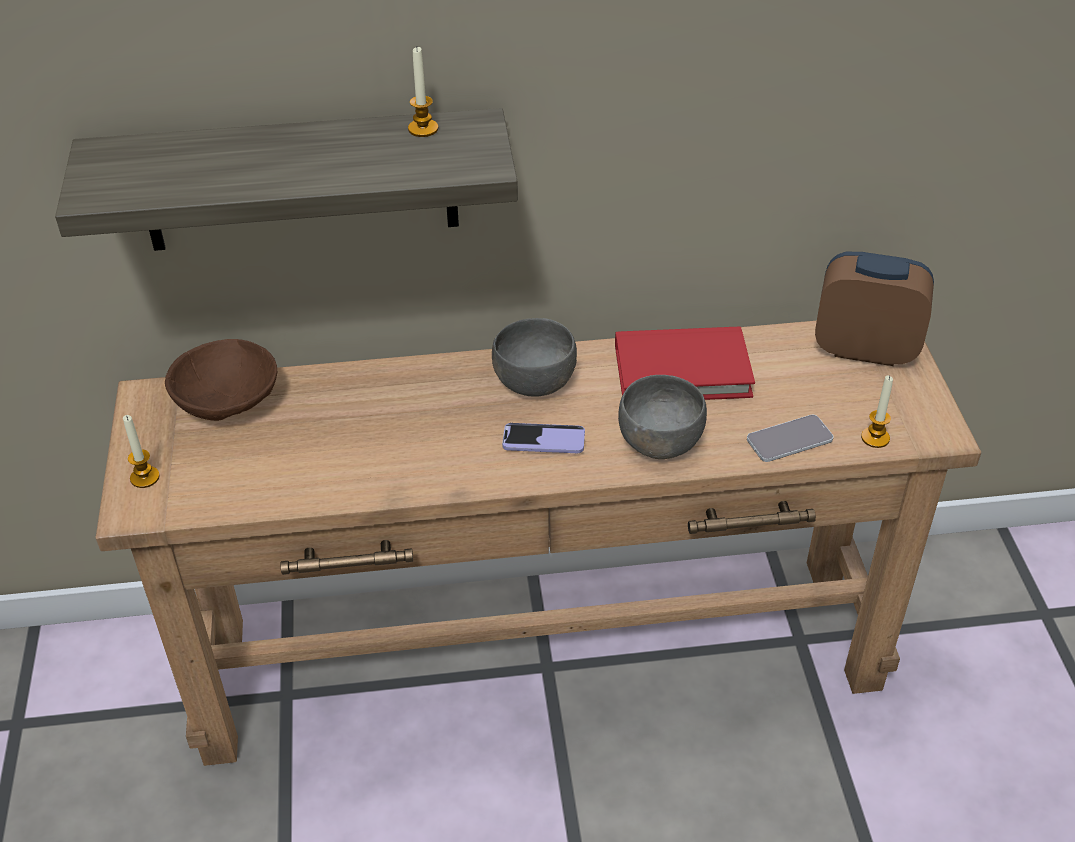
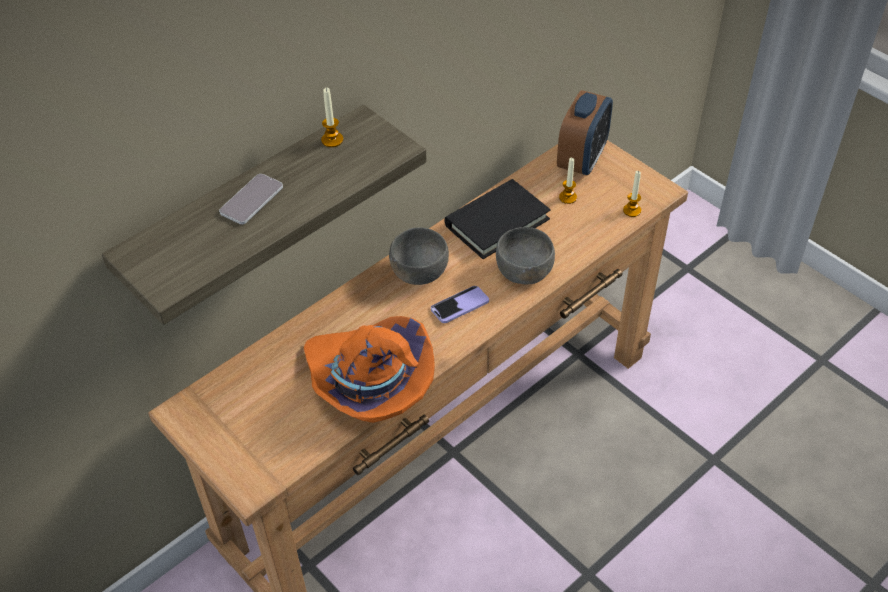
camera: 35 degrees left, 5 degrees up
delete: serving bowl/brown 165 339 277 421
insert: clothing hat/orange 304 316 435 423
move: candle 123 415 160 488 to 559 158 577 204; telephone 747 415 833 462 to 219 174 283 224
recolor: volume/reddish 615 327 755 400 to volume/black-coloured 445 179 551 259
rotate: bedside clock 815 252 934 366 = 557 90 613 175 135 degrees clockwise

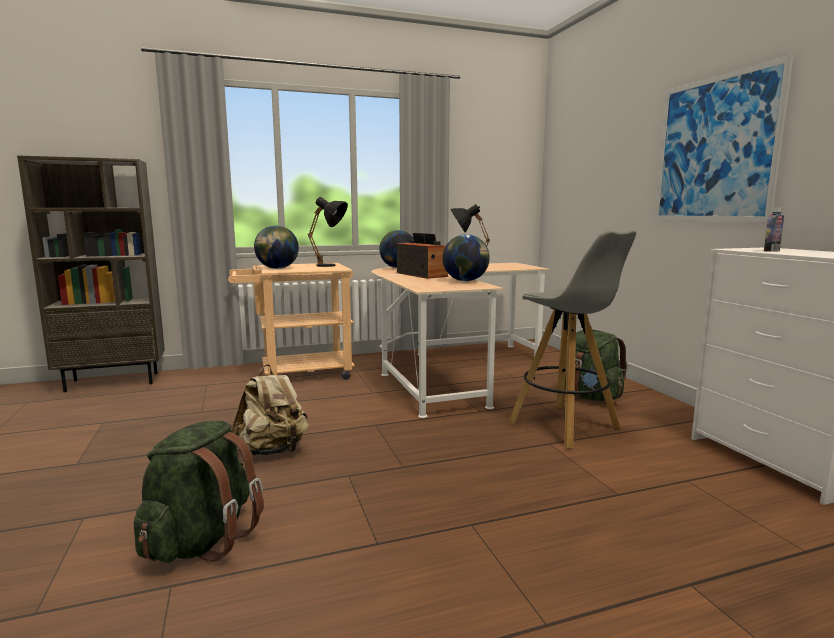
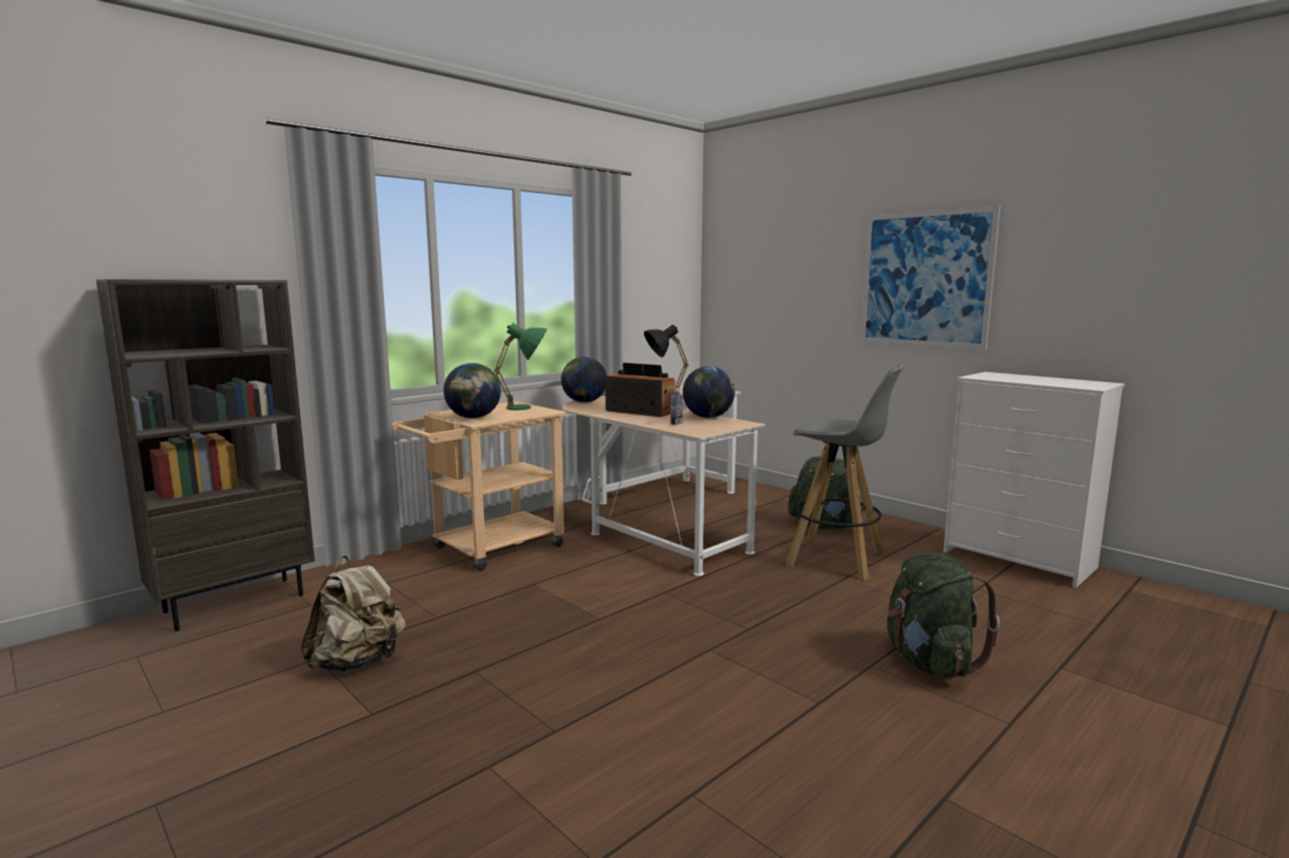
camera: 25 degrees left, 0 degrees up
move: beverage bottle 764 207 784 252 to 671 388 683 425; backpack/sand-coloured 232 364 309 455 to 301 556 405 671; backpack/greenish 134 421 264 563 to 887 552 1000 678
recolor: tabletop lamp/black-coloured 308 197 348 267 to tabletop lamp/greenish 494 323 547 410

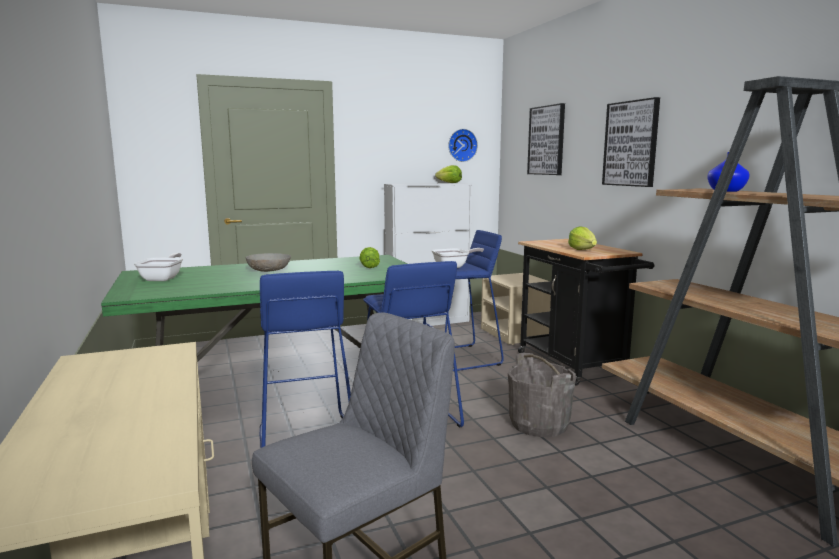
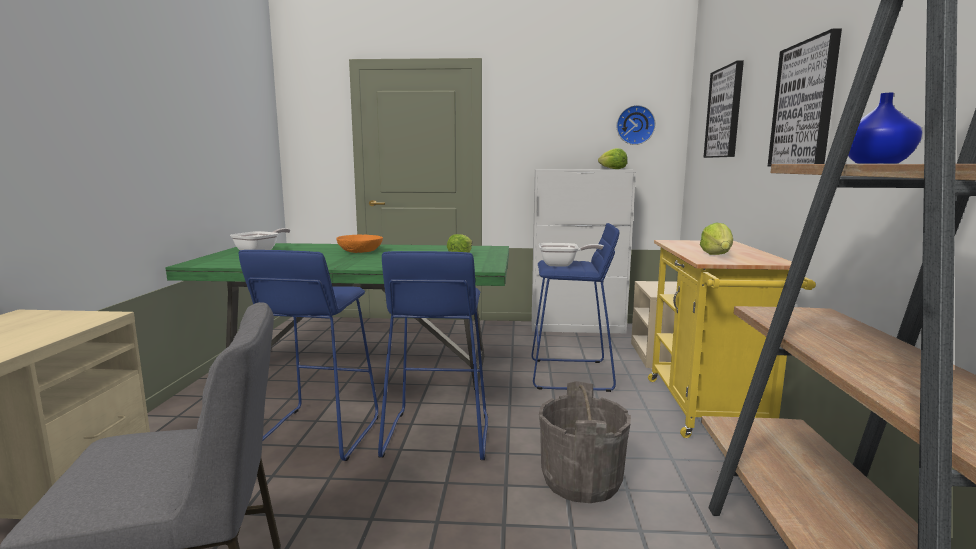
camera: 25 degrees right, 0 degrees up
recolor: cart/black-coloured 518 239 654 386 to cart/yellowish 648 240 816 438; serving bowl/grey 246 253 291 272 to serving bowl/orange 336 235 383 253

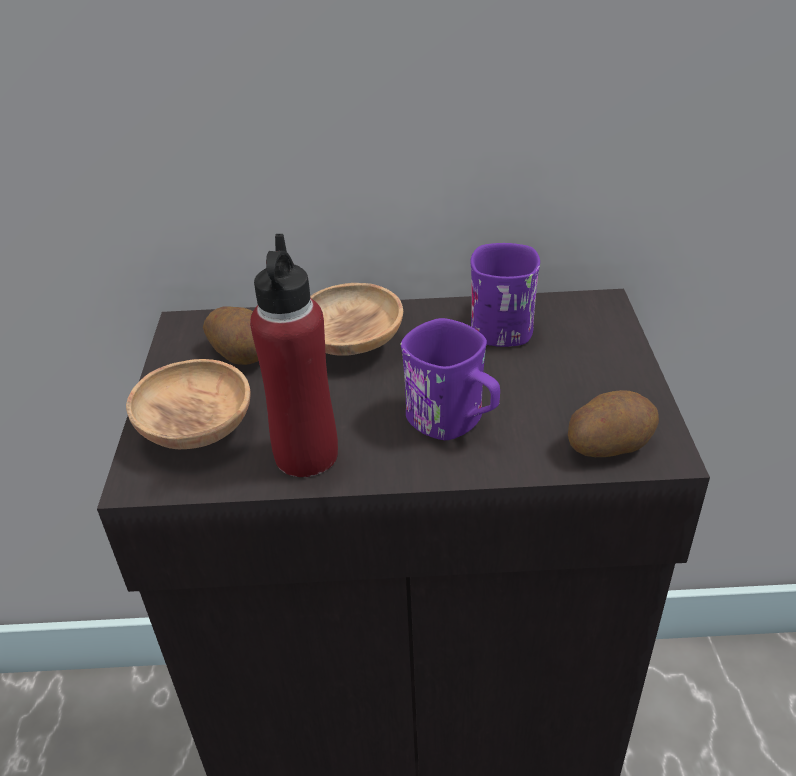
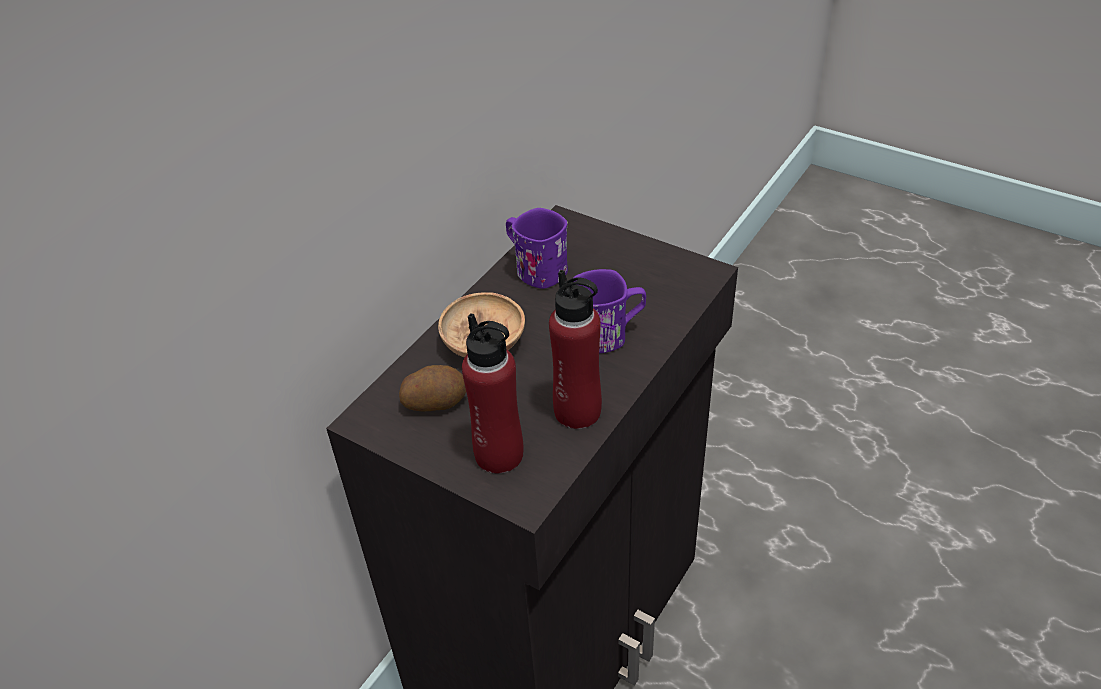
camera: 55 degrees left, 5 degrees up
delete: whole potato 568 390 659 457
replace: serving bowl/brown 126 359 250 449 to beverage bottle/reddish 462 313 523 474

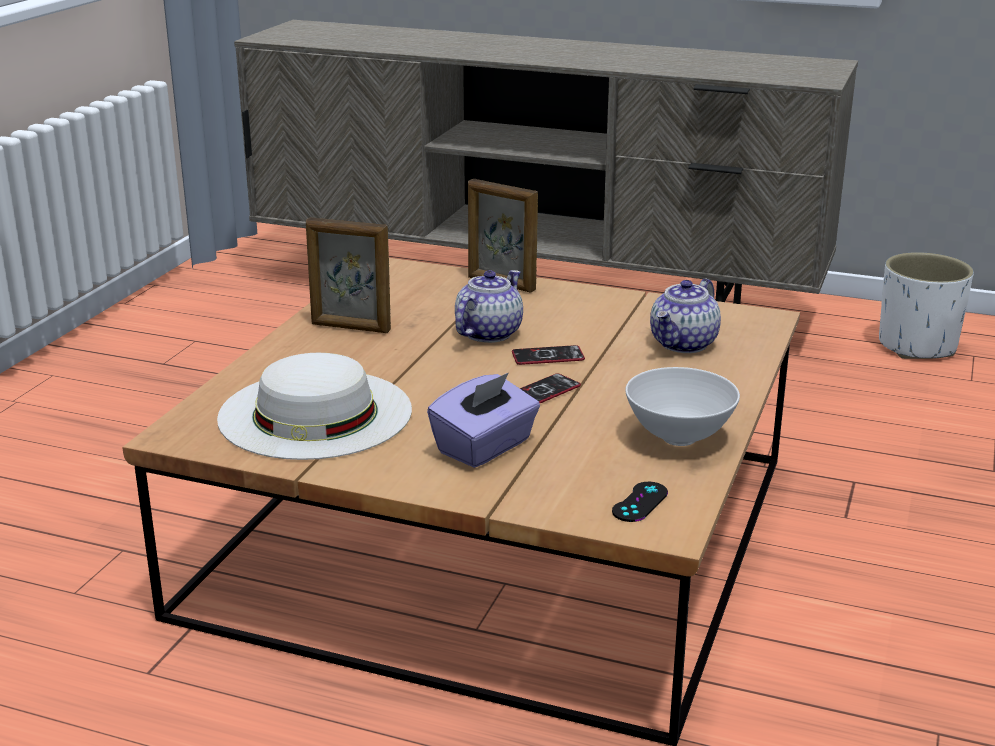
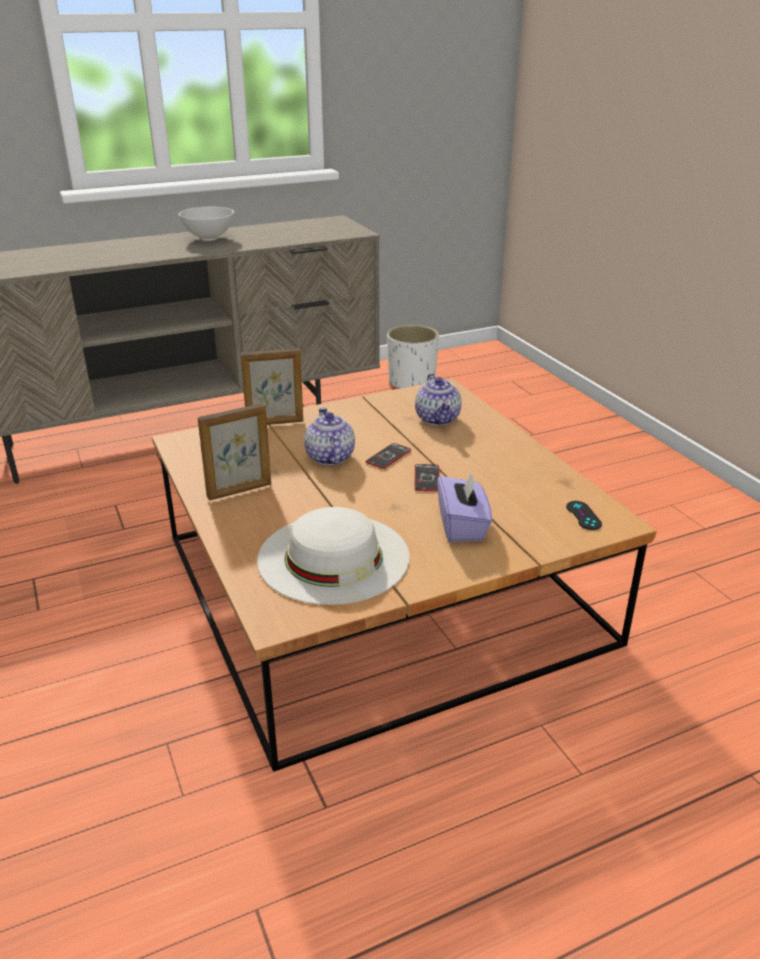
camera: 45 degrees left, 5 degrees up
move: serving bowl/white 625 367 740 446 to 179 207 234 241

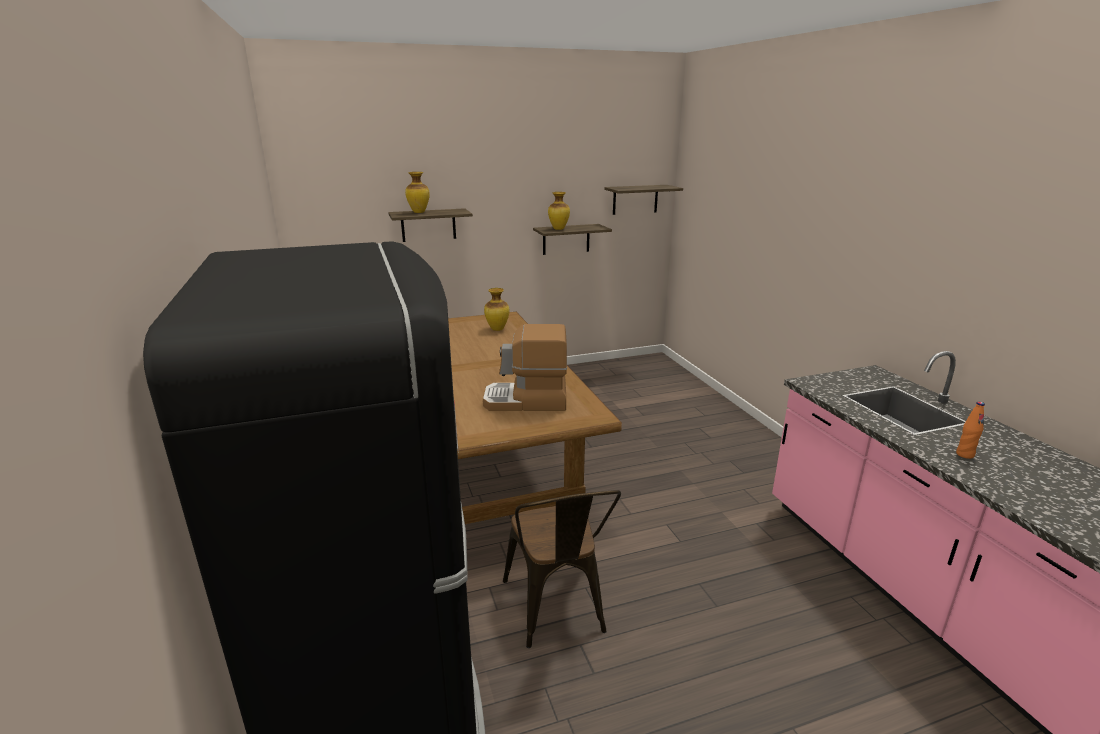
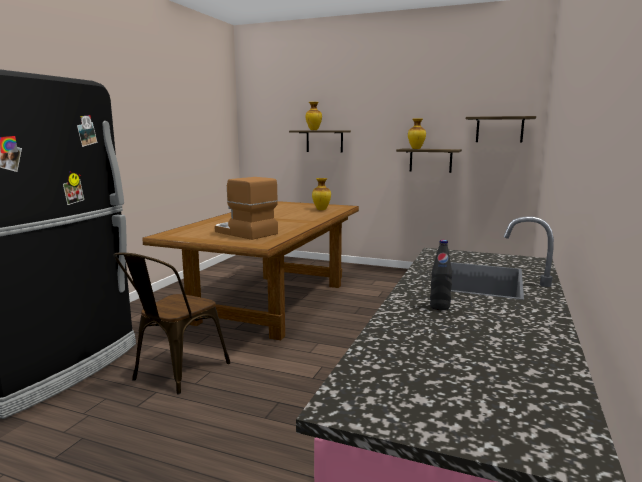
camera: 40 degrees right, 10 degrees down
recolor: beverage bottle/orange 956 402 985 459 to beverage bottle/black-coloured 430 240 452 310

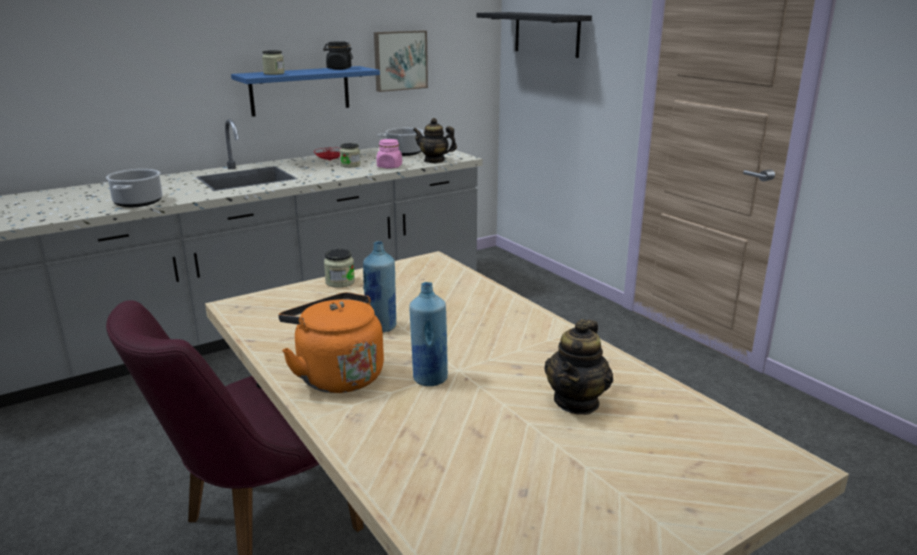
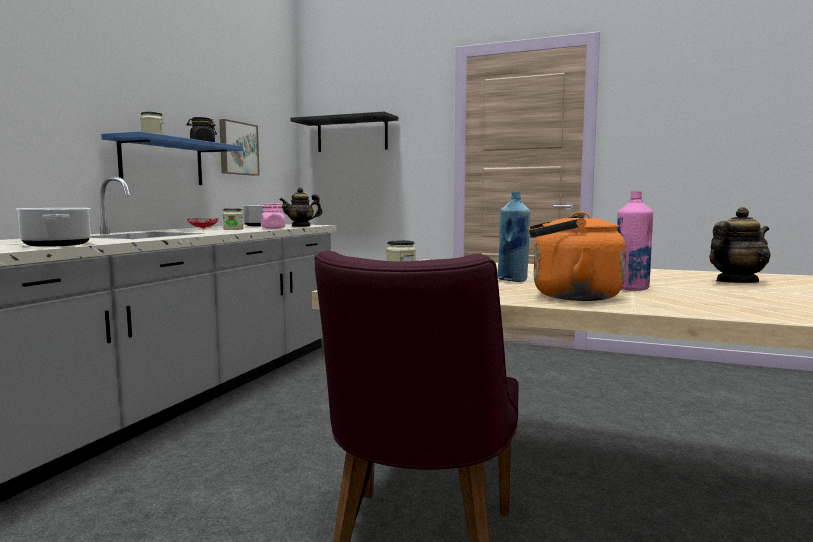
camera: 35 degrees left, 15 degrees down
recolor: beverage bottle/blue 409 282 448 386 to beverage bottle/pinkish 617 191 653 291
rotate: tea pot 544 319 613 415 = 709 207 771 283 105 degrees counterclockwise

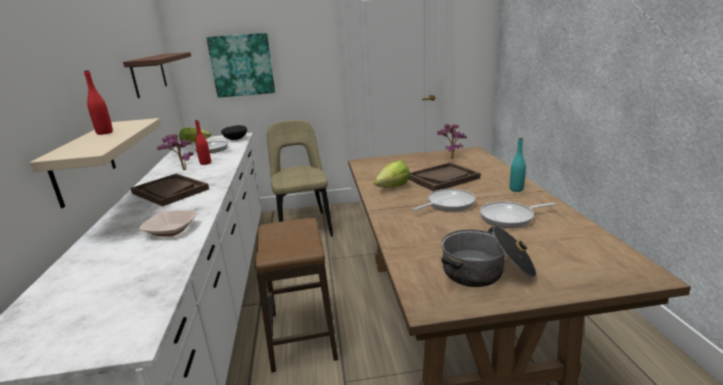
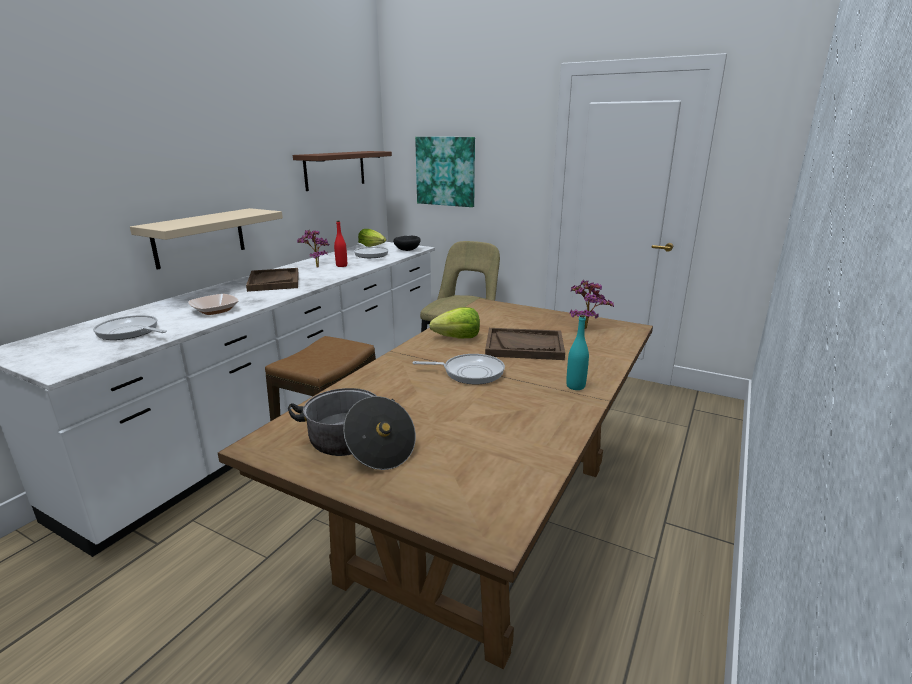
camera: 35 degrees right, 0 degrees up
delete: beverage bottle/reddish 84 70 113 135
move: skillet 480 201 556 228 to 93 315 167 340

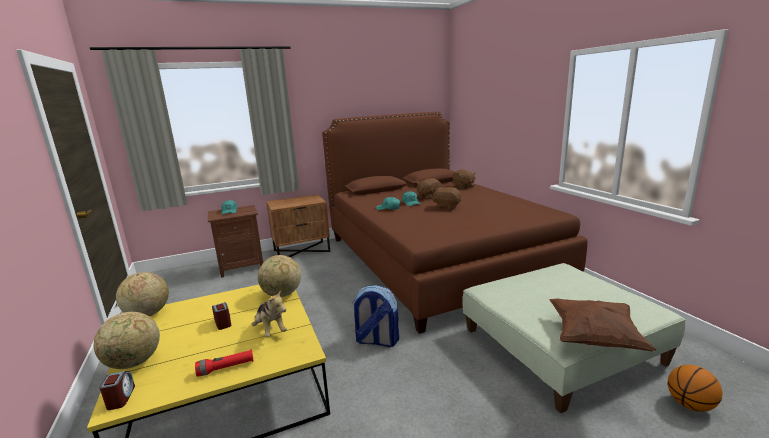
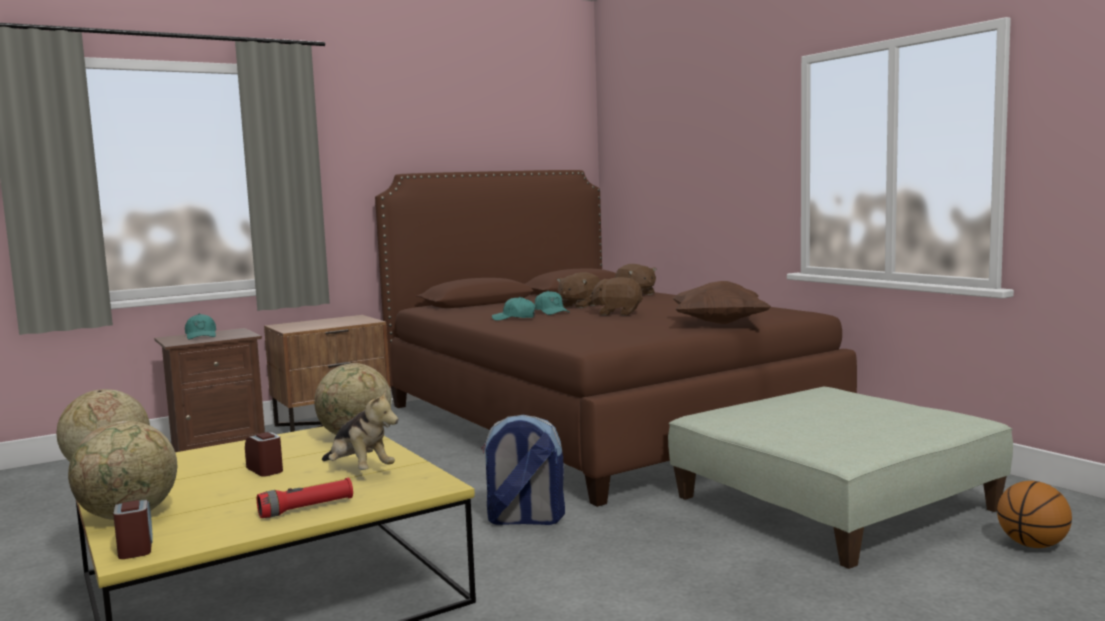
camera: 10 degrees left, 10 degrees down
move: cushion/brown 549 299 656 351 to 672 281 771 324

